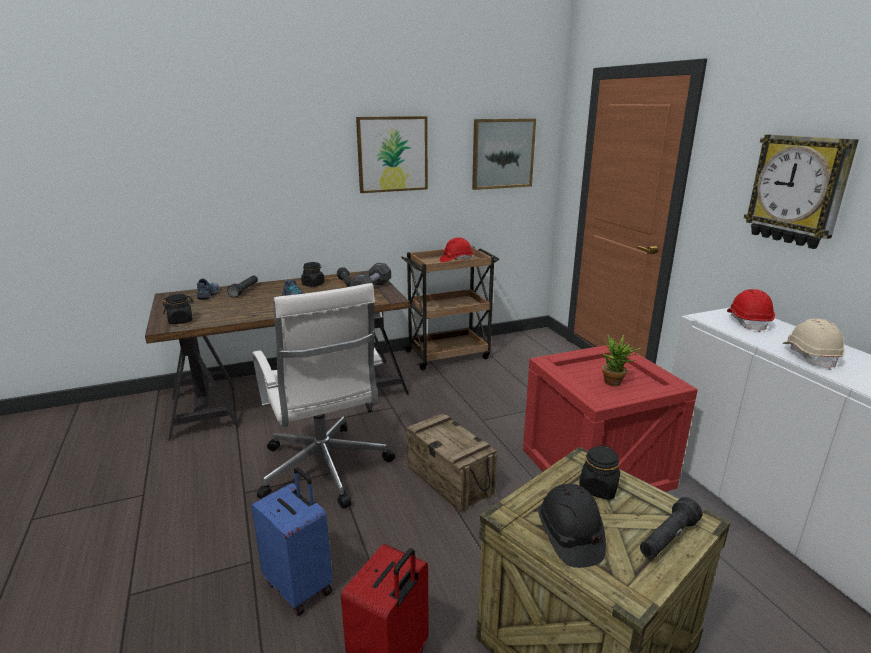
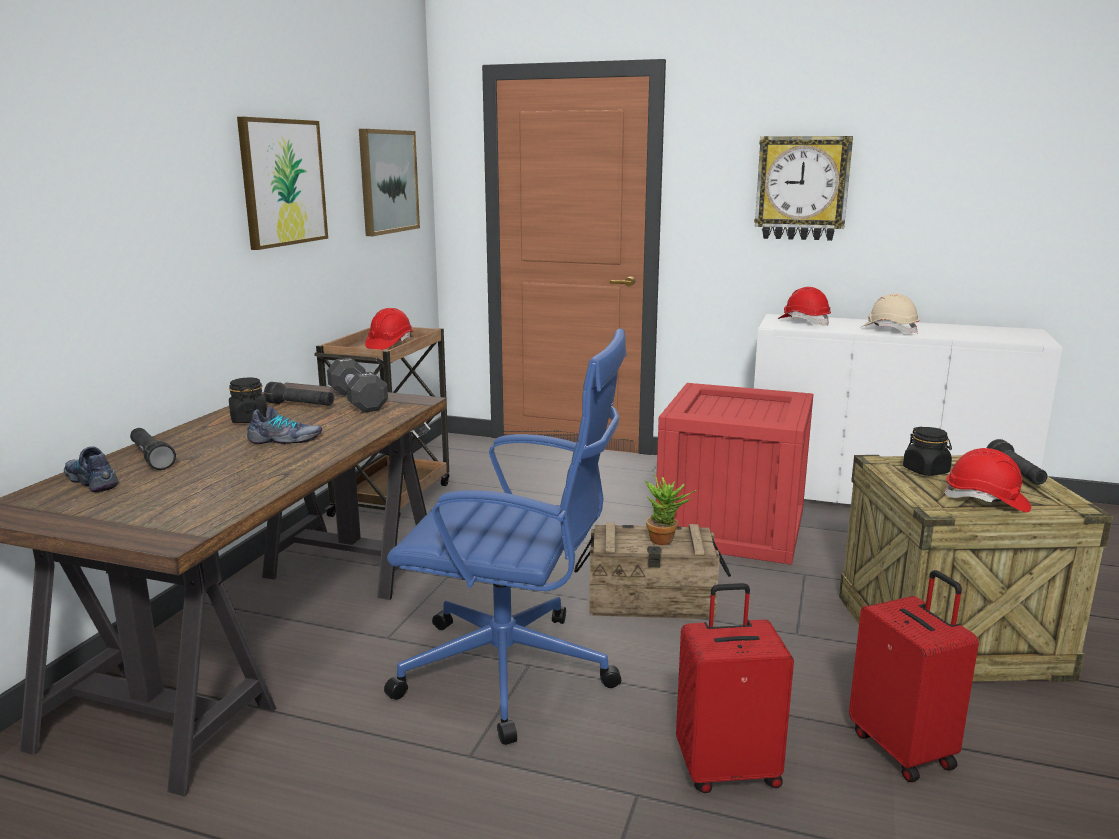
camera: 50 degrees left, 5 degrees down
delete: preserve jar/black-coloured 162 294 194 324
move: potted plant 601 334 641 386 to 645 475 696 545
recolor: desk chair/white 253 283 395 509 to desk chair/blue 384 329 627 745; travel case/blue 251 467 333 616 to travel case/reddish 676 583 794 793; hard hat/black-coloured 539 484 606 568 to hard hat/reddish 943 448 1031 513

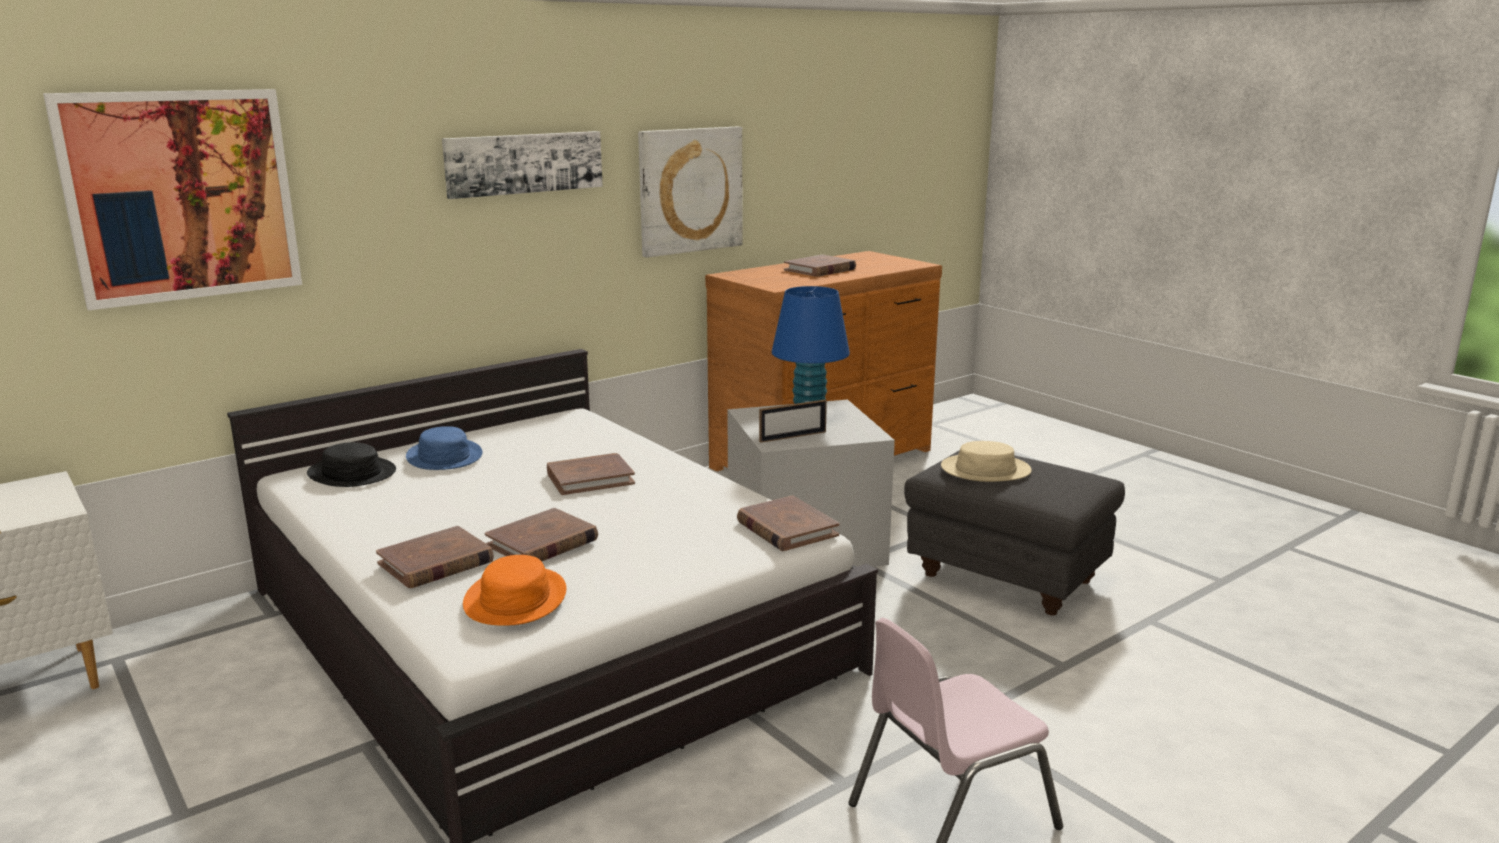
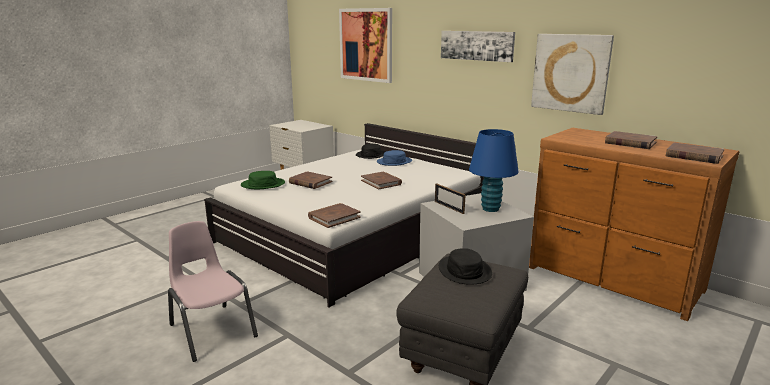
camera: 80 degrees right, 0 degrees up
move: volume/brown 376 526 494 588 to 666 143 724 164
recolor: clothing hat/sand-coloured 941 441 1032 482 to clothing hat/black-coloured 439 248 492 285; clothing hat/orange 463 555 566 626 to clothing hat/greenish 241 171 285 189

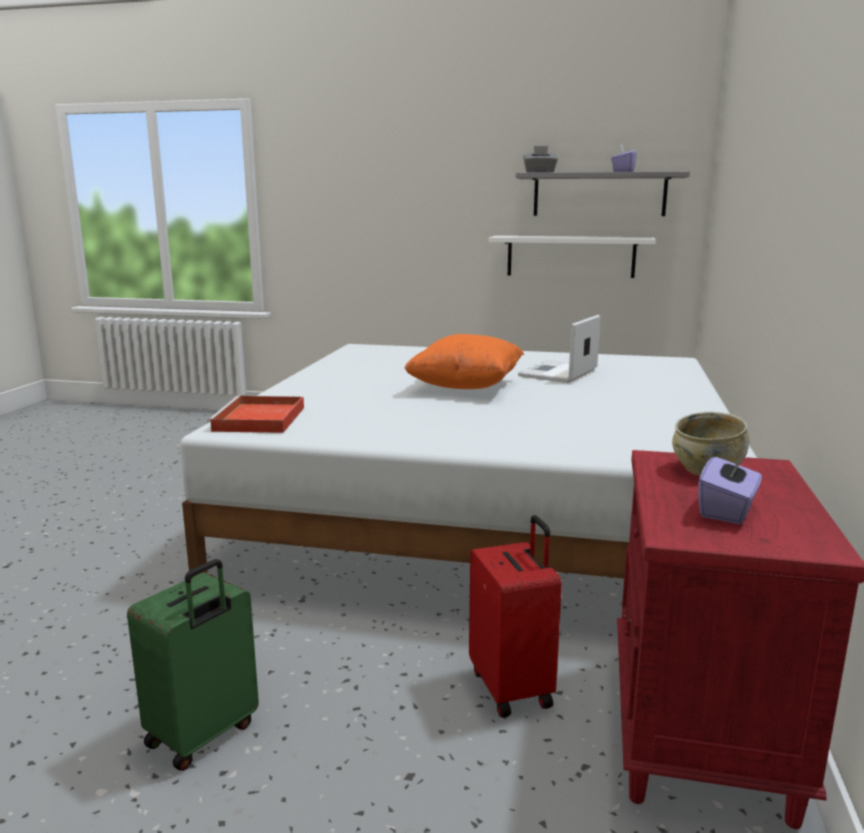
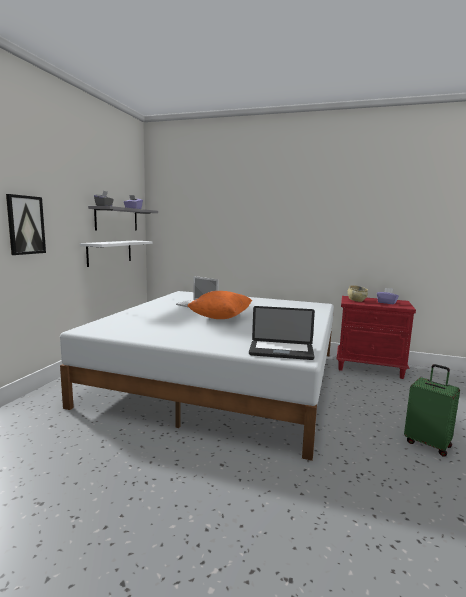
camera: 85 degrees left, 5 degrees down
delete: travel case/reddish 469 515 562 718
insert: wall picture 6 194 46 255
replace: carrying tray/reddish 207 396 304 433 to notebook computer 249 306 315 360

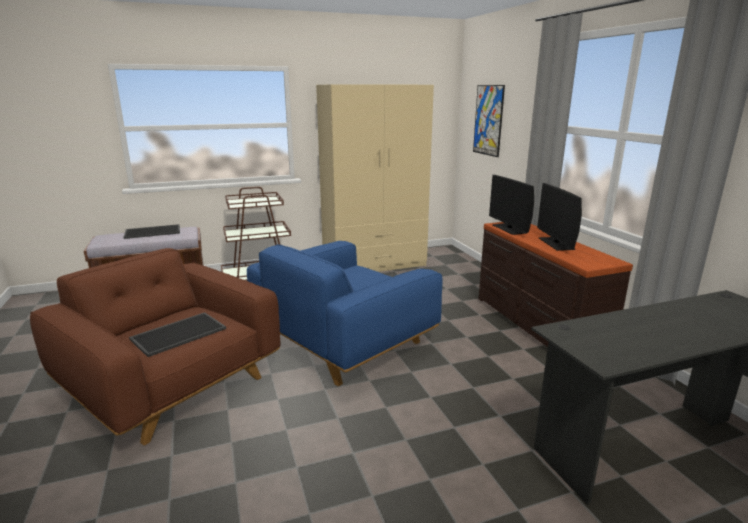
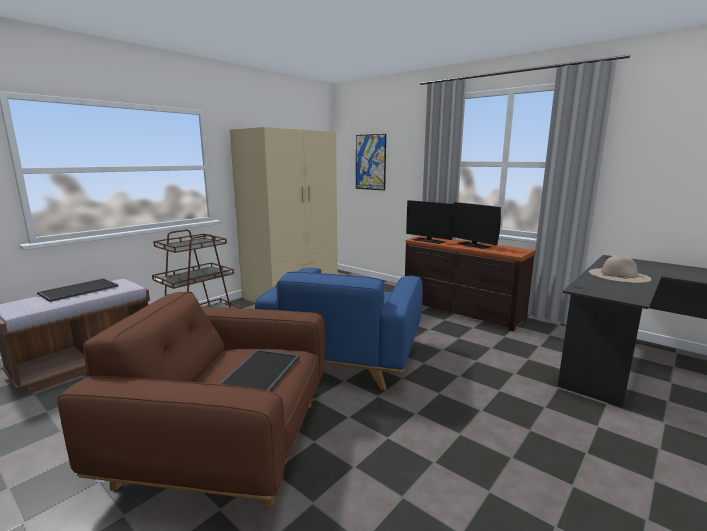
camera: 30 degrees left, 5 degrees down
insert: clothing hat/sand-coloured 589 255 652 283

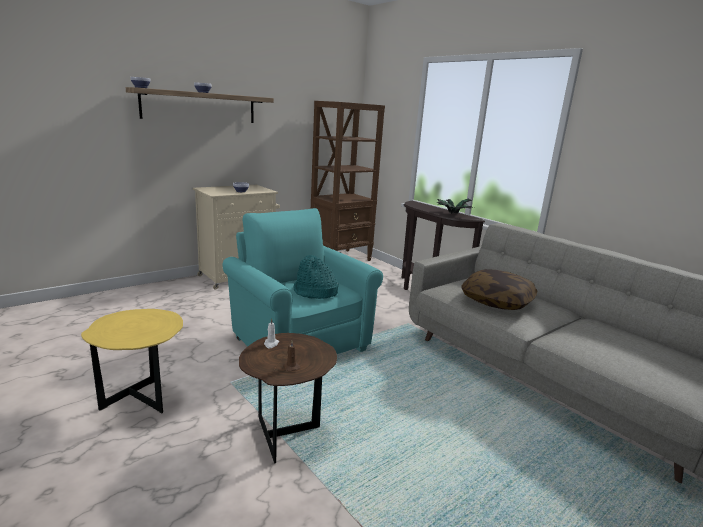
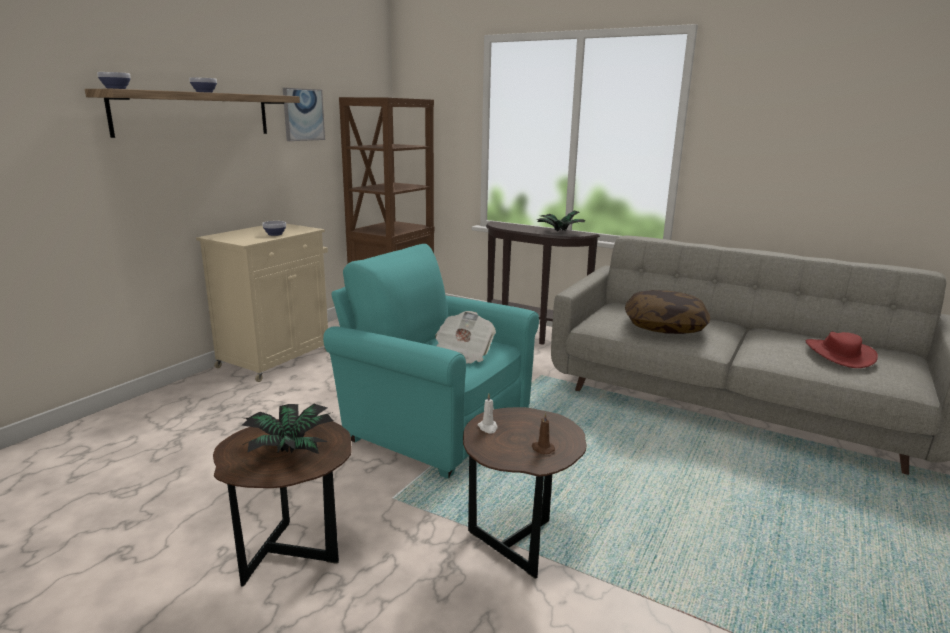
camera: 20 degrees left, 0 degrees up
insert: wall picture 283 88 325 141; clothing hat/reddish 806 332 878 368; potted plant 242 404 333 454
replace: clothing hat/blue-green 294 255 338 299 to newspaper 435 311 496 364
recolor: accent table/yellowish 81 309 183 413 to accent table/brown 213 419 352 587

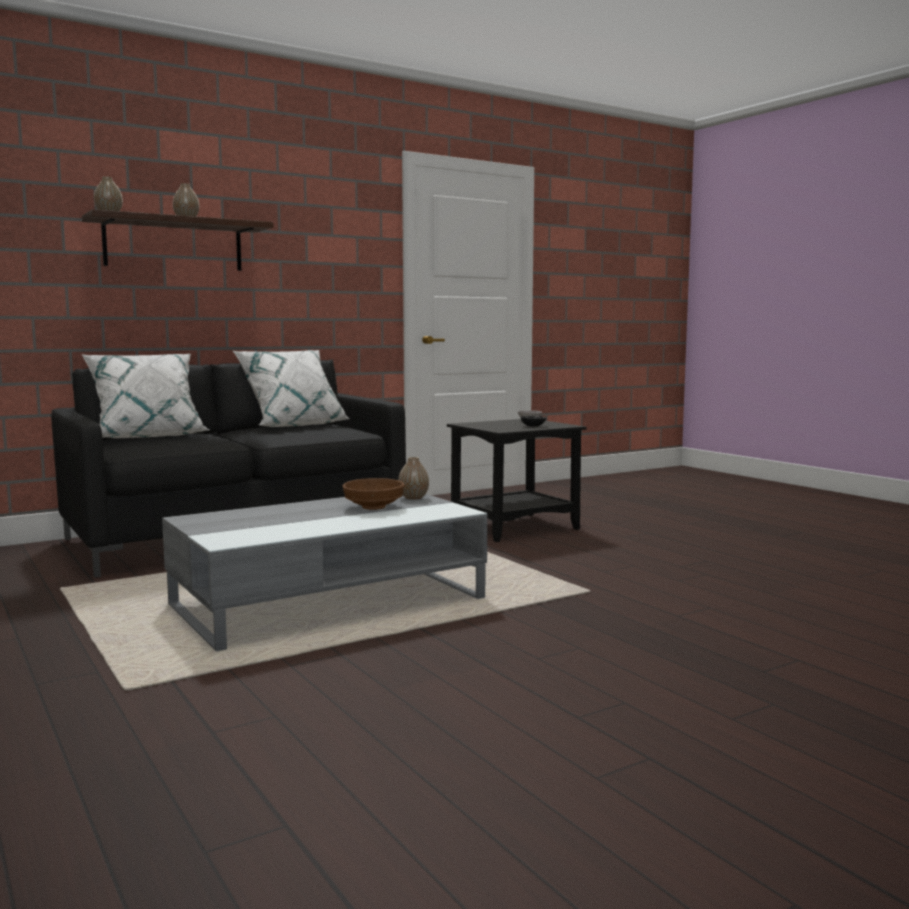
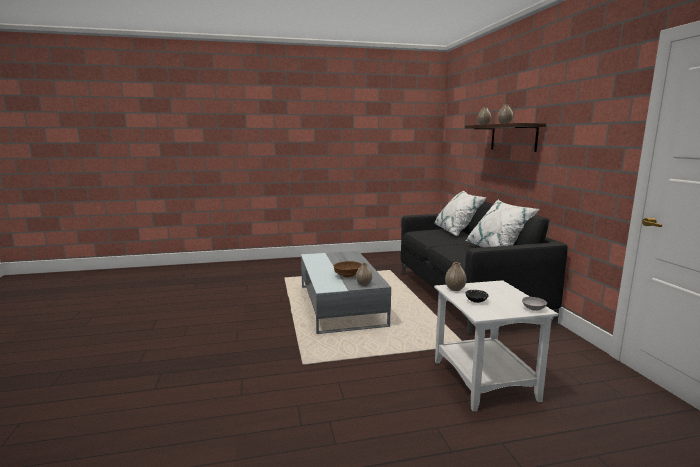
camera: 110 degrees right, 5 degrees up
insert: vase 445 262 466 291
recolor: accent table/black-coloured 447 419 587 542 to accent table/white 434 280 558 412

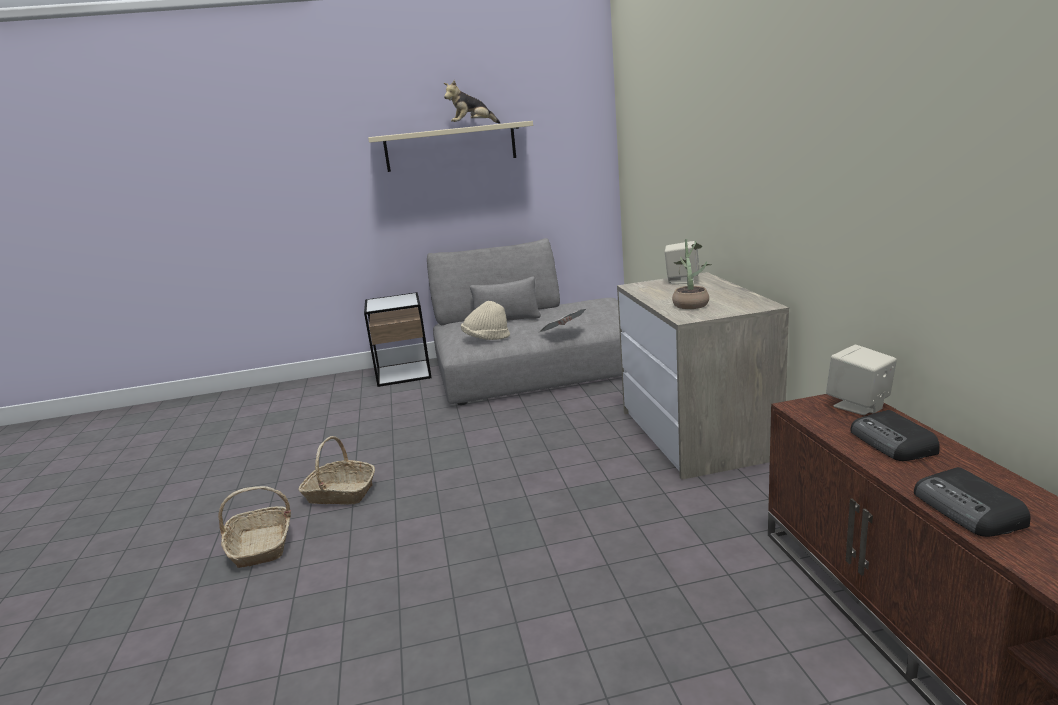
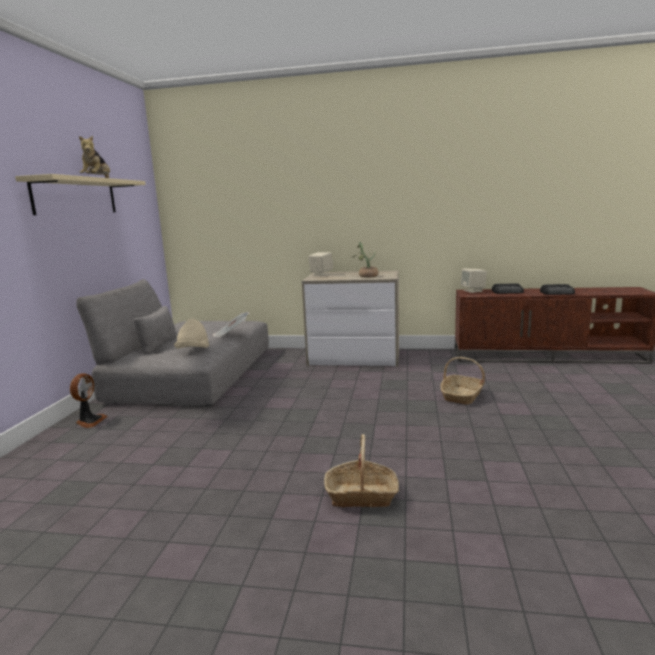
camera: 70 degrees left, 5 degrees down
move: basket 298 436 375 505 to 441 357 485 404
replace: accent table 364 292 432 387 to cooling fan 70 373 108 428

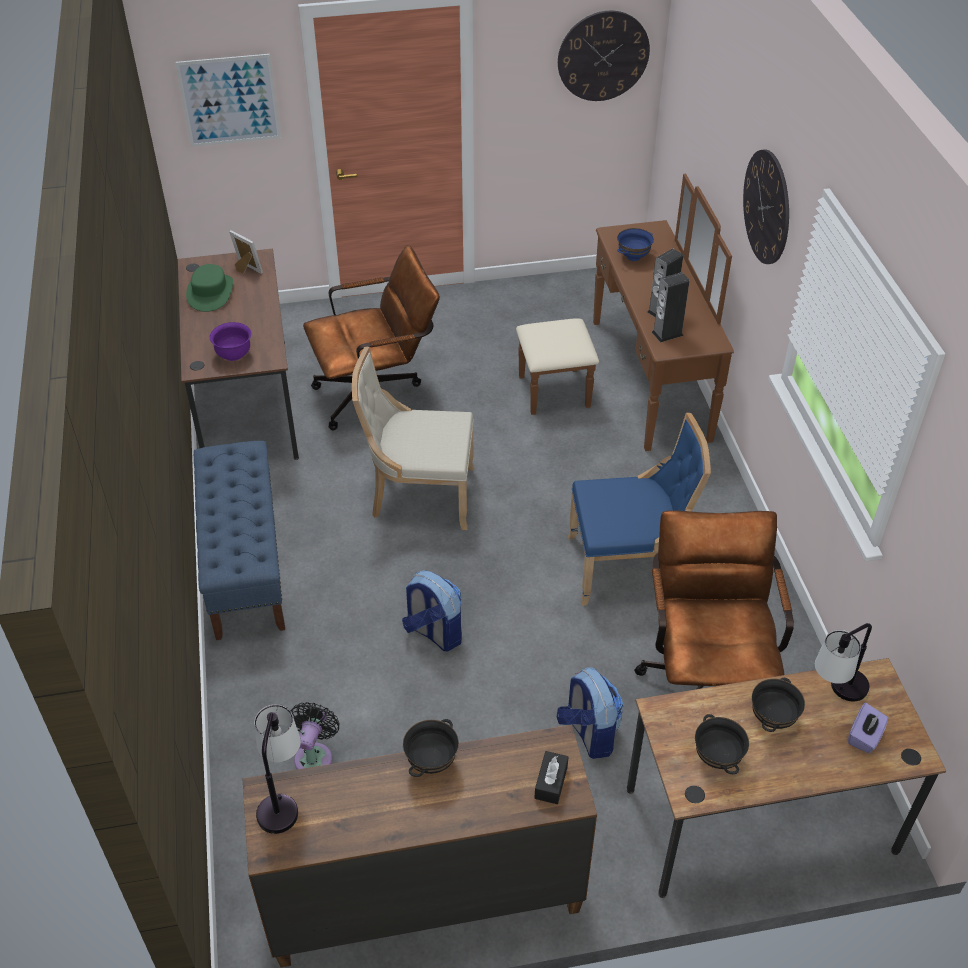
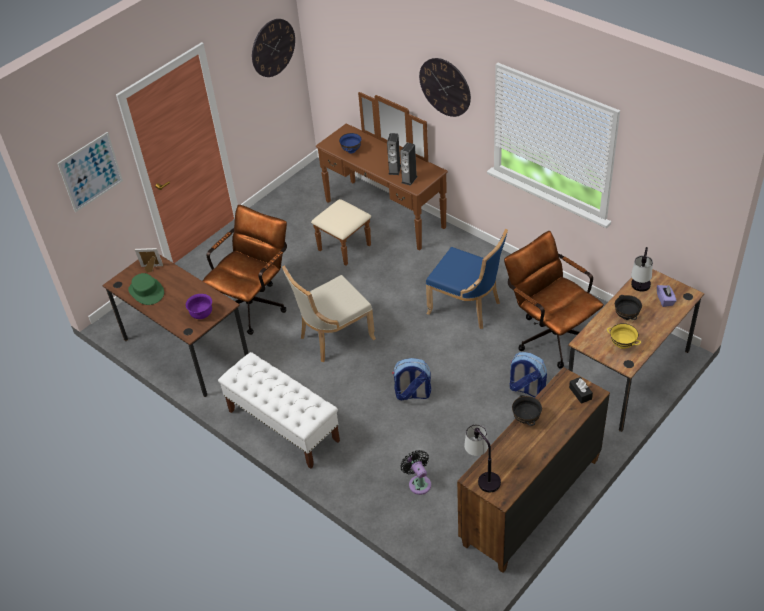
camera: 35 degrees left, 0 degrees up
recolor: bench/blue 194 441 285 640 to bench/white 218 352 340 469; serving bowl/black-coloured 695 714 749 774 to serving bowl/yellowish 607 323 641 349
rotate: chair/blue 568 413 711 606 = 426 229 508 329 75 degrees clockwise

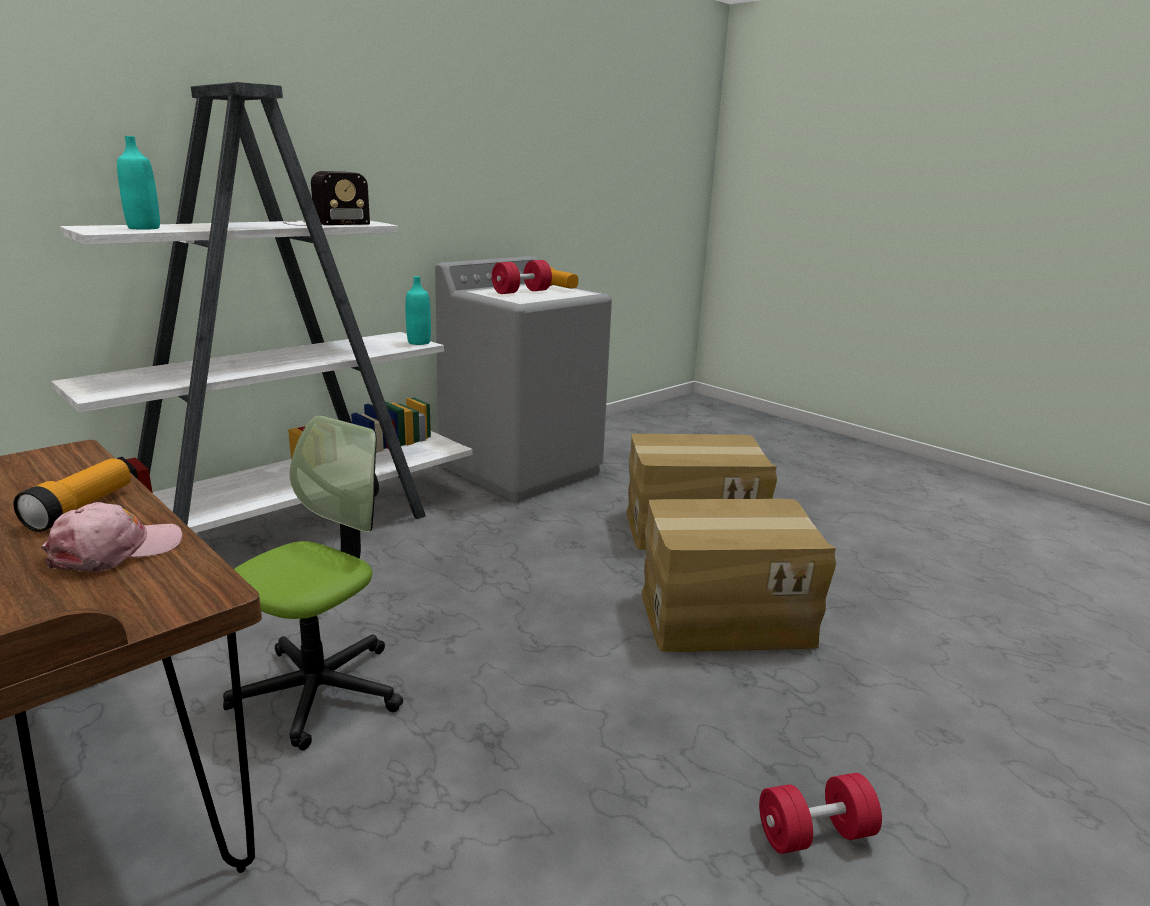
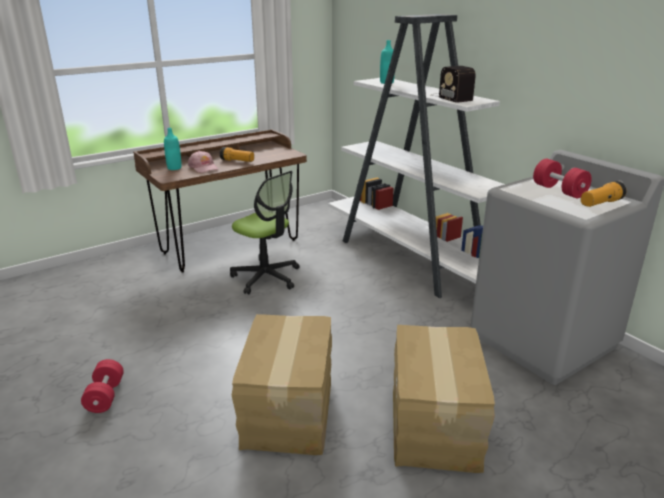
camera: 100 degrees right, 5 degrees up
move: beverage bottle/blue-green 406 276 431 345 to 164 128 182 170

